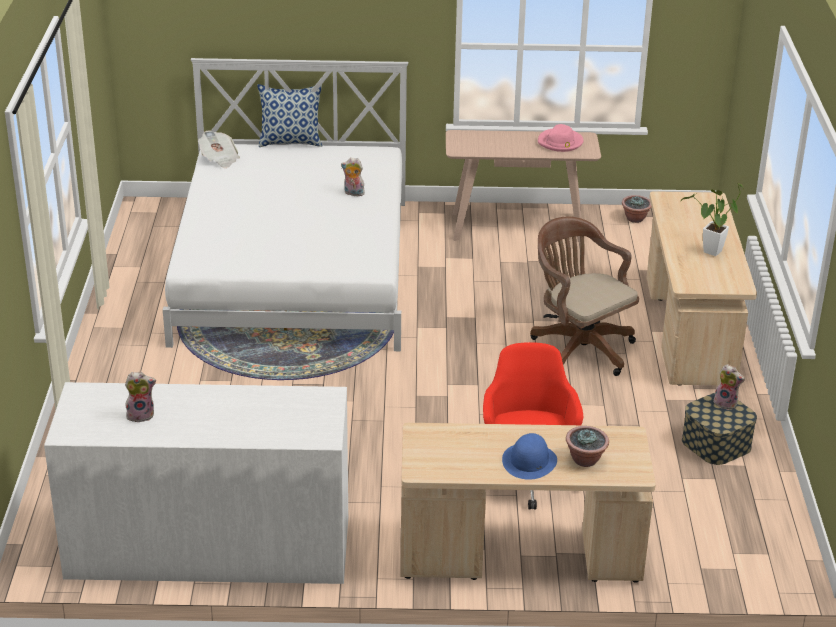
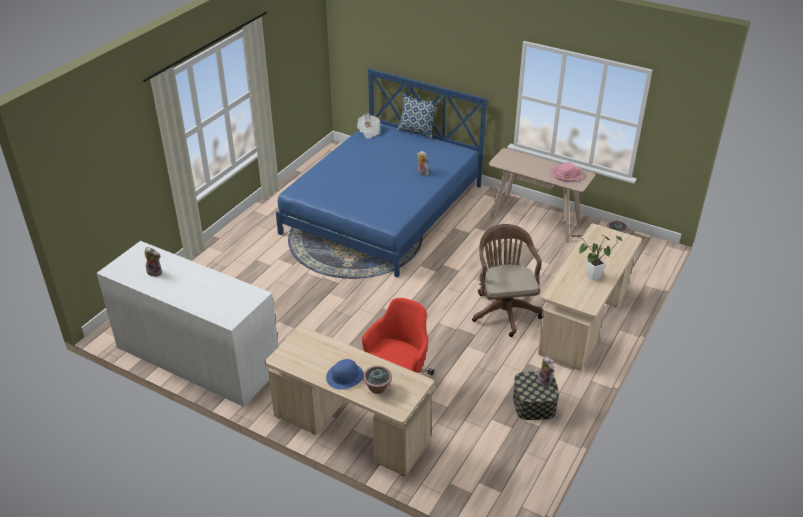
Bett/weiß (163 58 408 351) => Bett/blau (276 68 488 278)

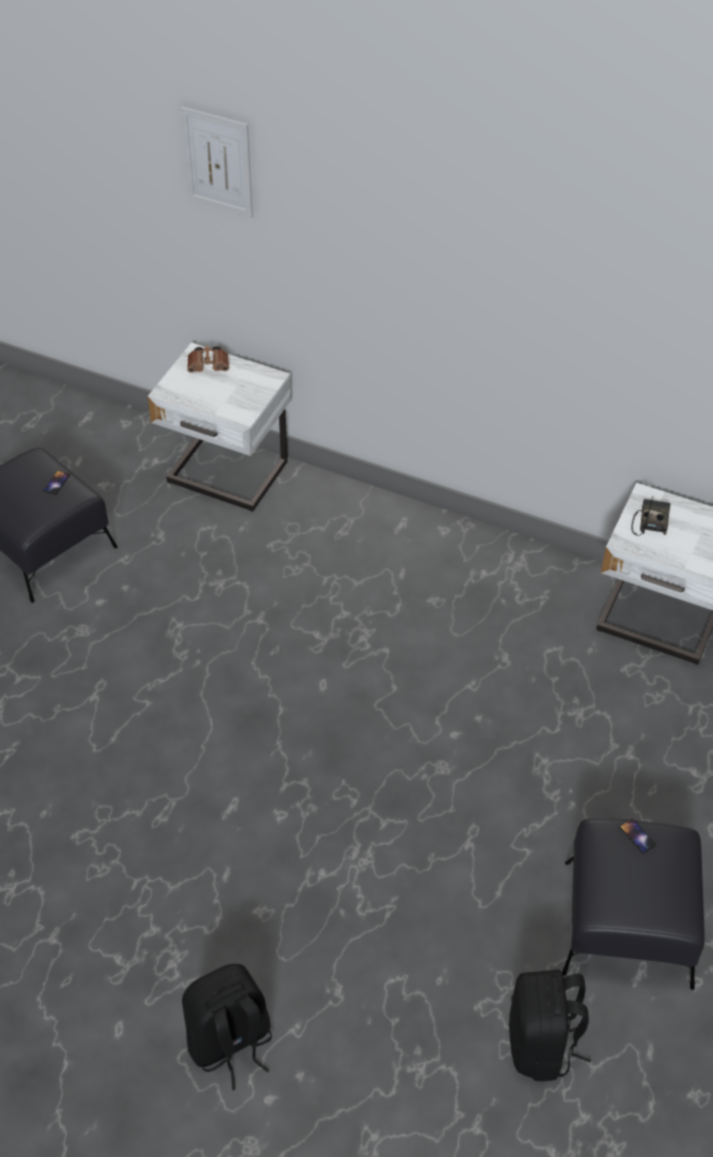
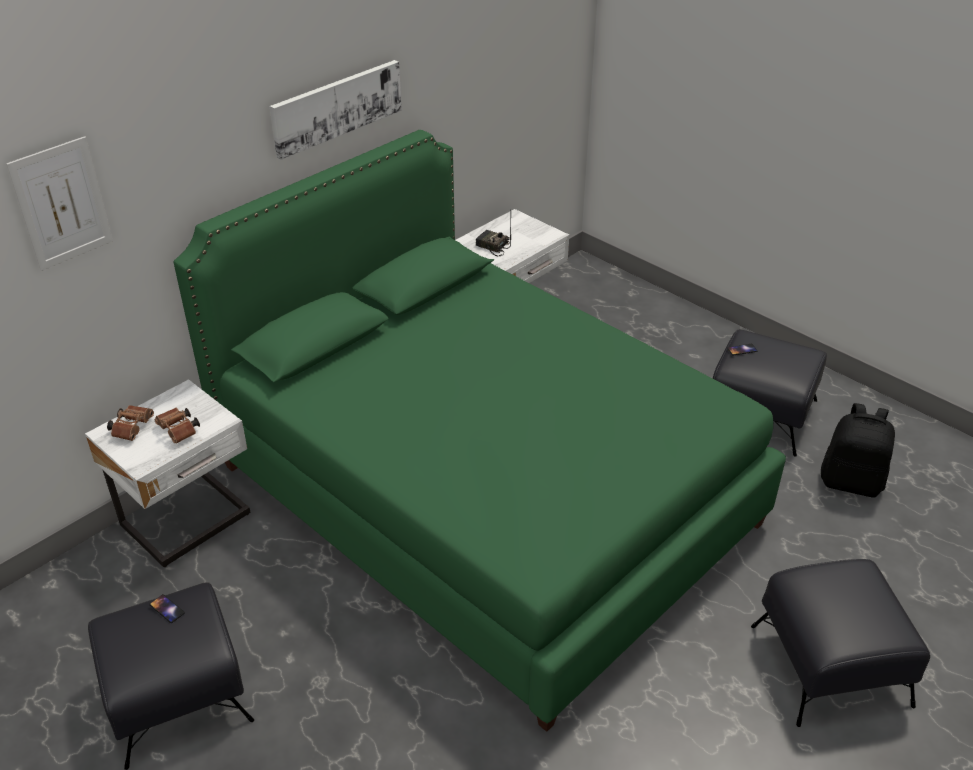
nothing => Fernglas/braun (154 408 200 444)
nothing => Bett/grün (174 130 786 732)
nothing => Bild (270 60 402 160)
Rucksack/schwarz (182 964 272 1090) => Polsterhocker/schwarz (751 559 930 727)

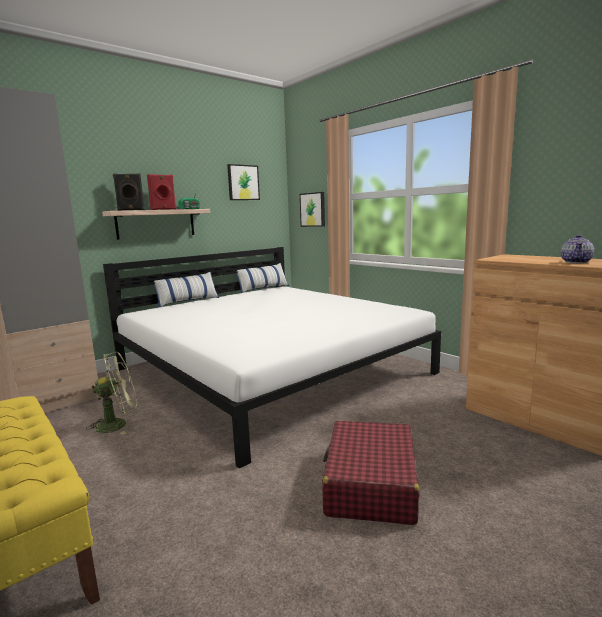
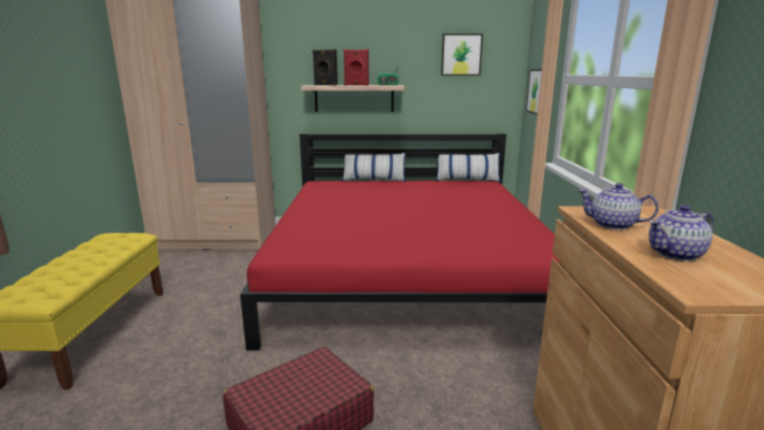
Ventilator/grün (86 352 137 435) => nothing
nothing => Teekanne (578 183 659 230)
Bett/weiß (103 247 441 469) => Bett/rot (240 134 559 350)

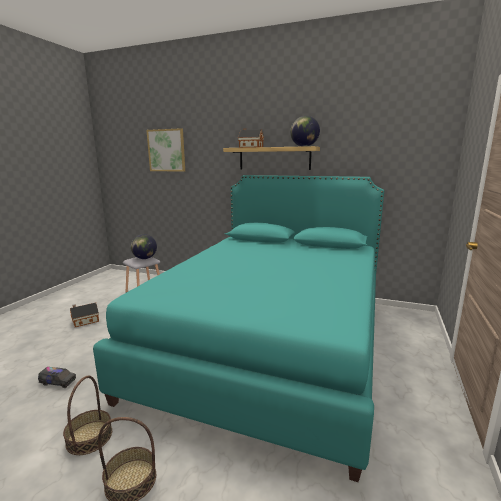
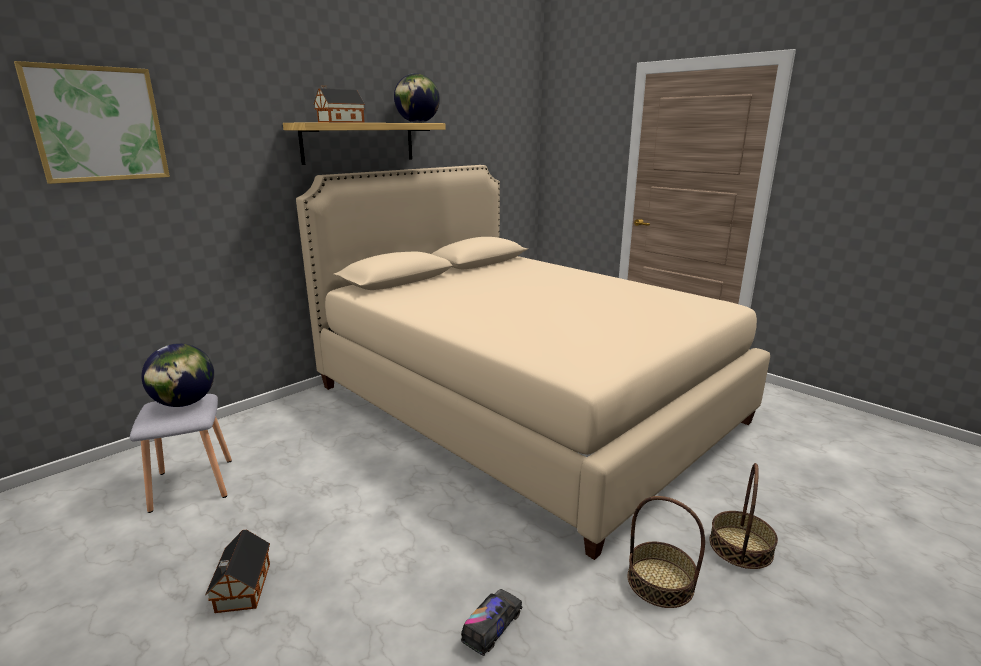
Bett/türkis (93 175 384 482) => Bett/beige (296 165 770 560)

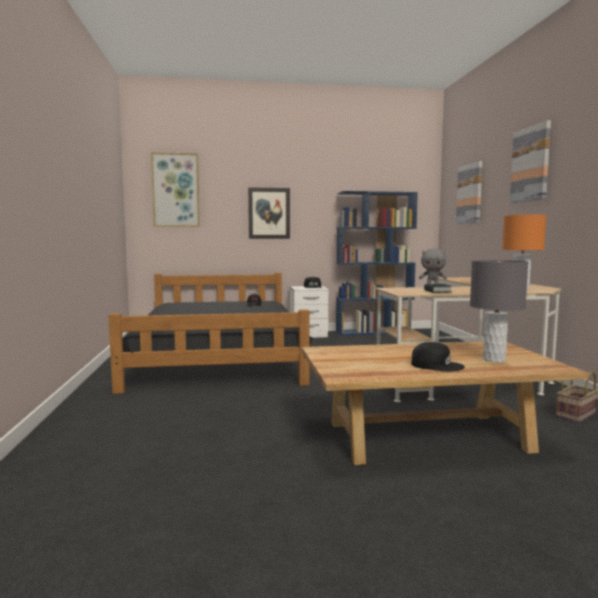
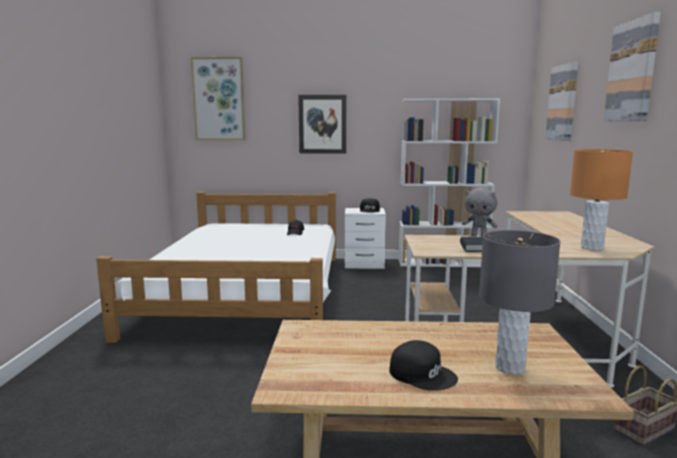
Bett/schwarz (109 273 314 394) => Bett/weiß (96 192 336 343)
Bücherregal/blau (336 191 418 335) => Bücherregal/weiß (398 98 500 267)

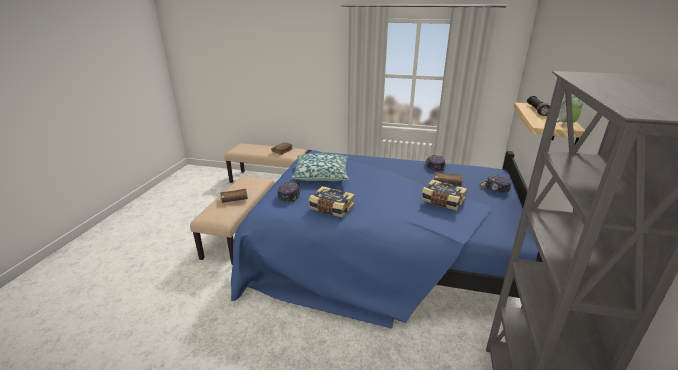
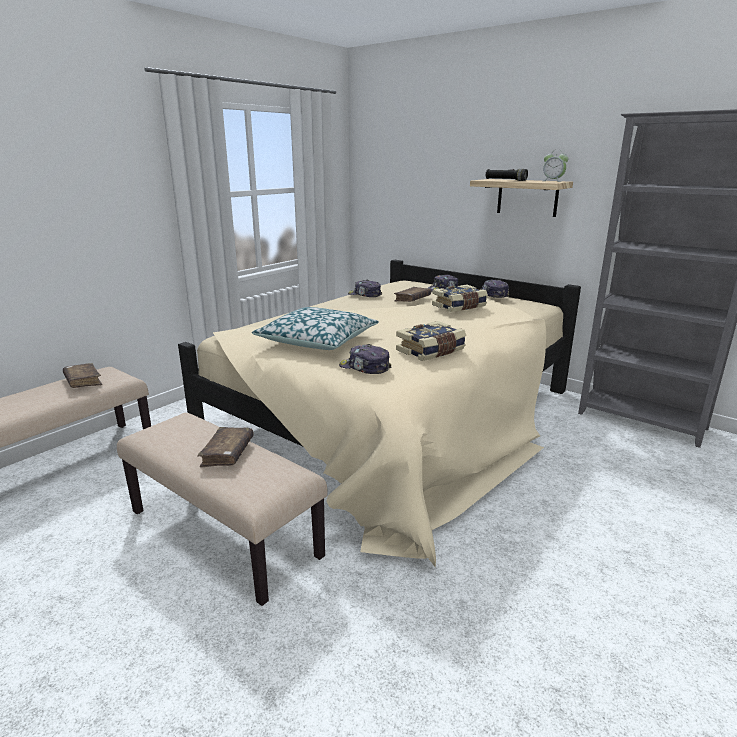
nothing => Kappe (480 279 509 298)
Bett/blau (231 150 543 329) => Bett/beige (178 260 581 567)

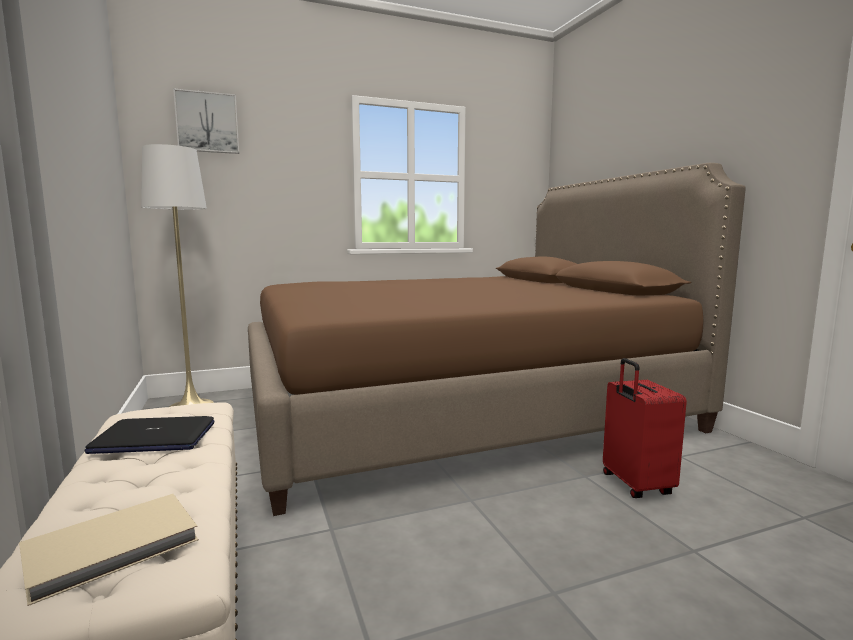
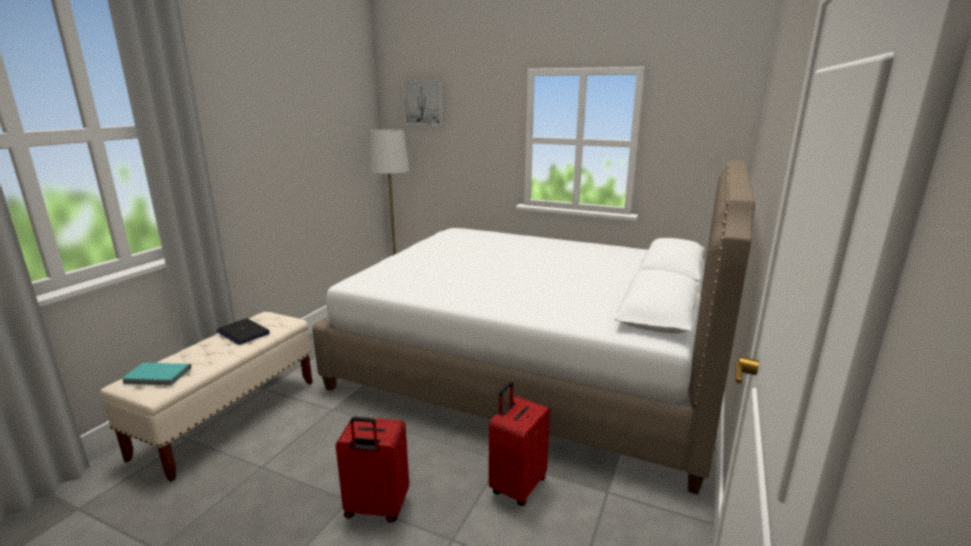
nothing => Koffer/rot (335 417 409 523)
Buch/beige (19 494 199 606) => Buch/türkis (121 363 191 385)
Bett/braun (248 163 746 516) => Bett/weiß (312 160 755 494)

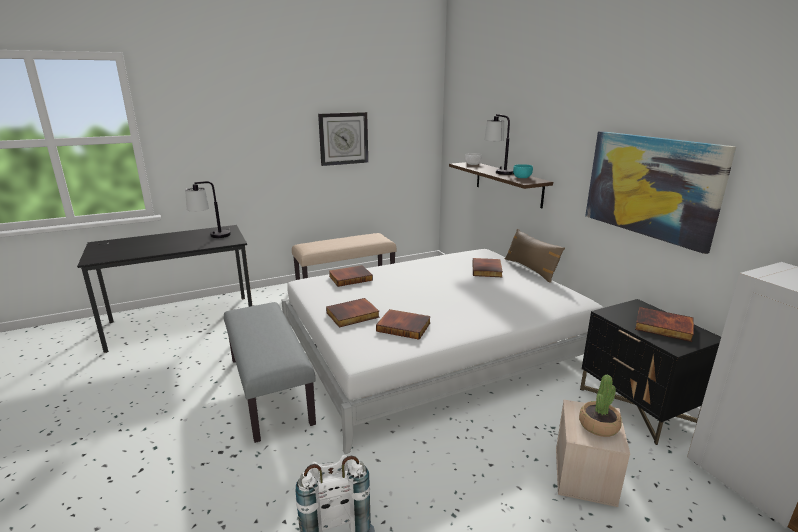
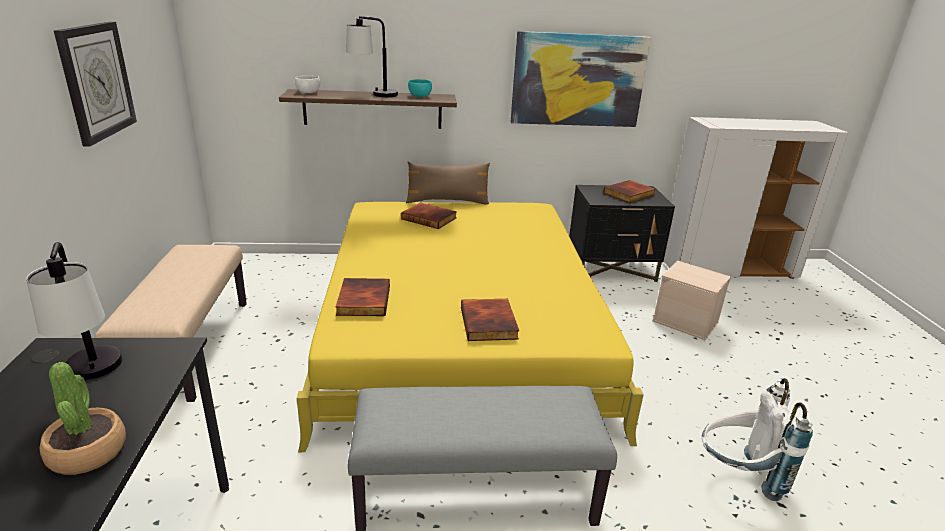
Buch (376 309 431 340) => nothing
Topfpflanze (579 375 622 437) => Topfpflanze (40 362 126 475), shifted
Bett/weiß (281 249 604 454) => Bett/gelb (297 202 644 452)

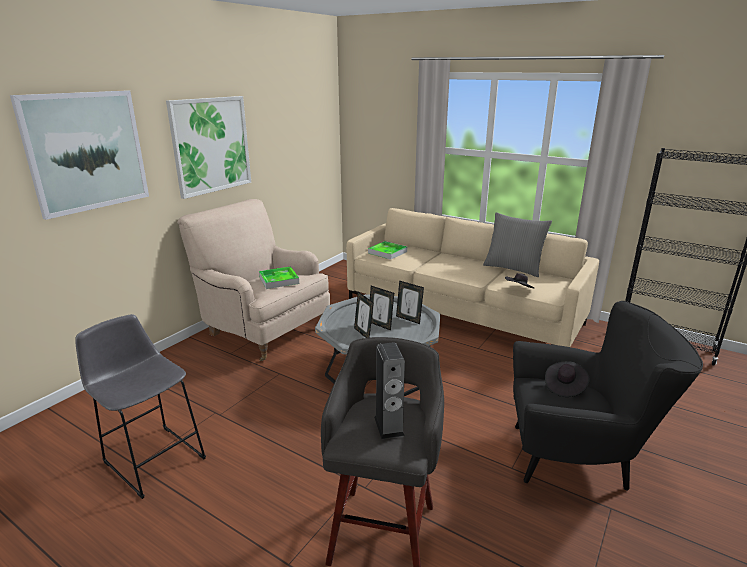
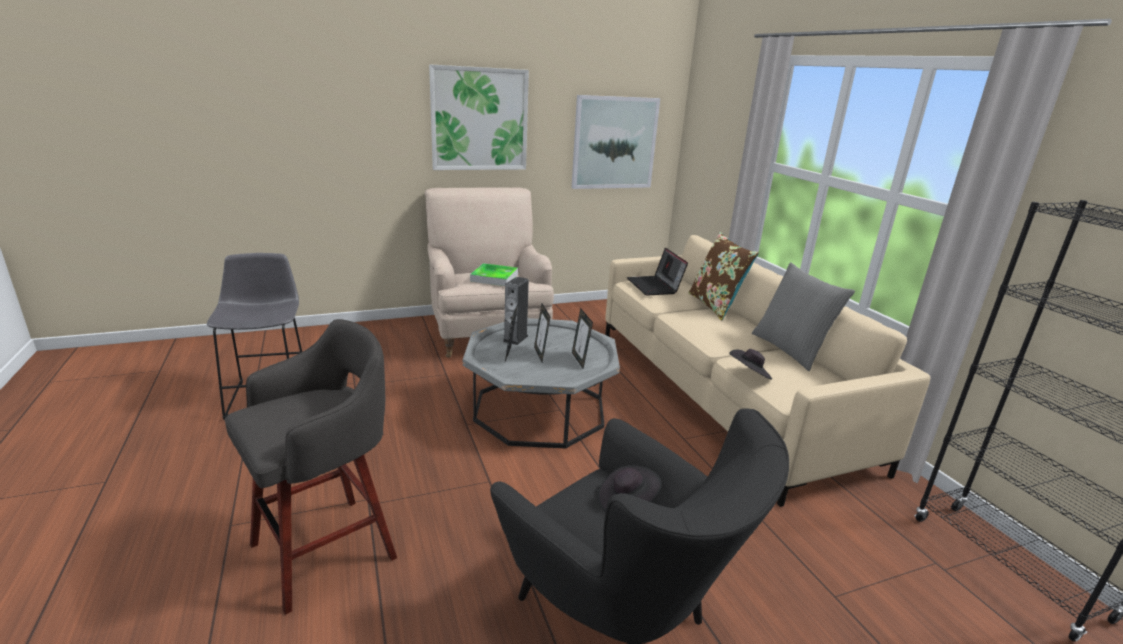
nothing => Kissen/braun (688 232 759 321)
Bild (10 91 149 220) => Bild (572 95 660 189), shifted
Lautsprecher (374 342 405 439) => Lautsprecher (503 277 529 345), shifted
Tablett (368 241 407 260) => Laptop (627 248 688 296)

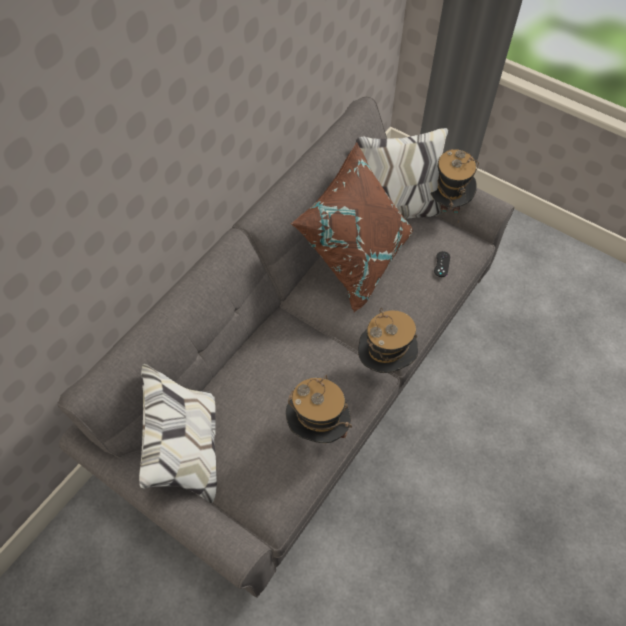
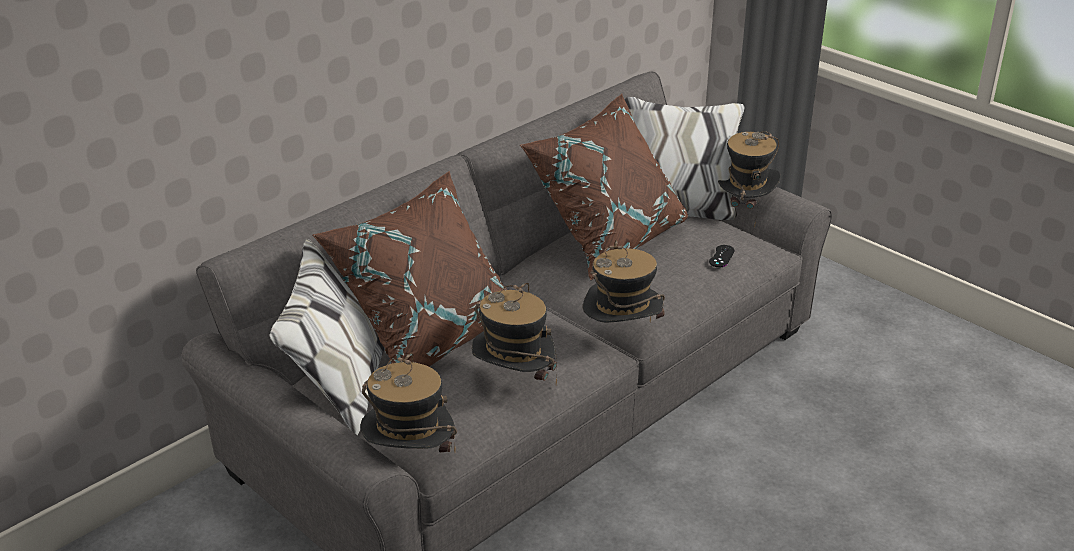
nothing => Kissen/braun (312 171 507 367)
nothing => Hut (360 352 457 452)

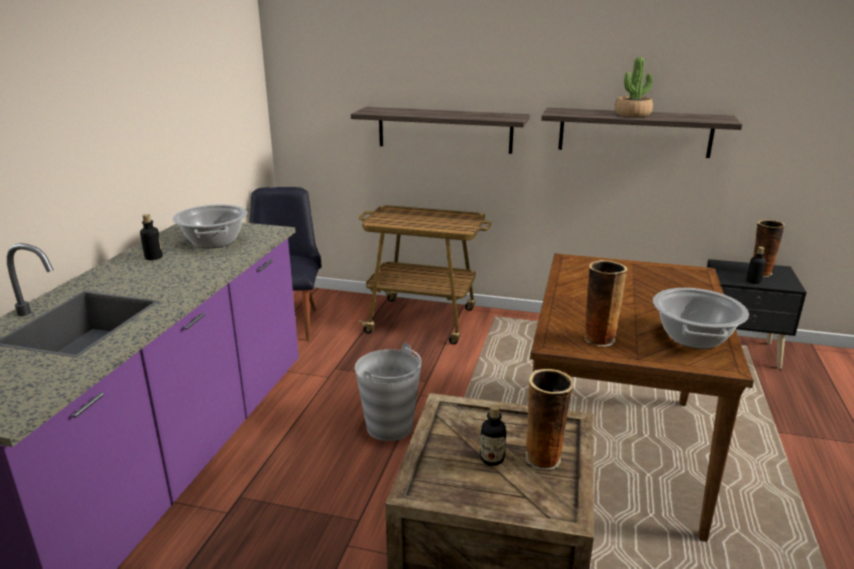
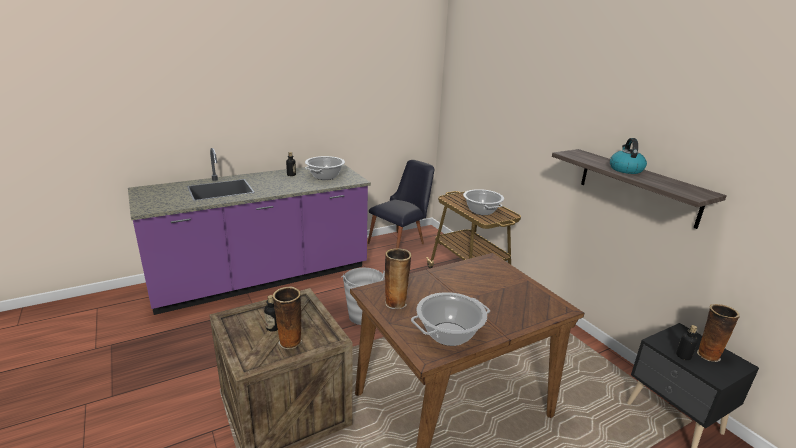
Wandregal (351 107 529 154) => nothing
nothing => Kochtopf (463 189 504 215)
Topfpflanze (615 57 653 117) => Wasserkessel (610 138 647 174)

